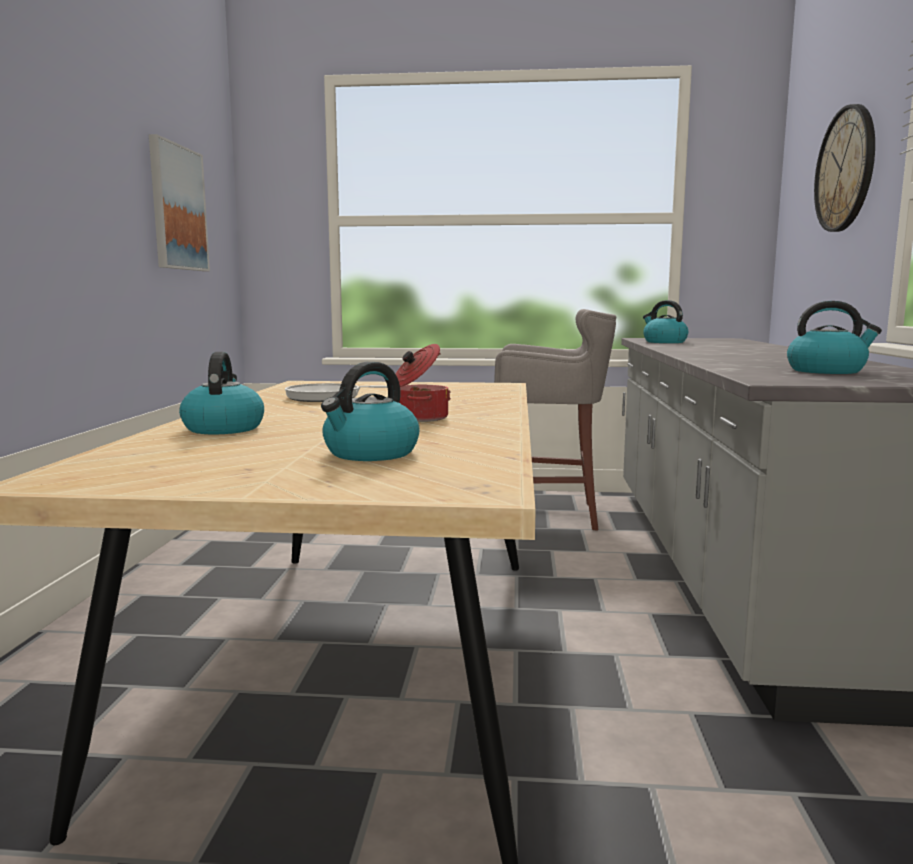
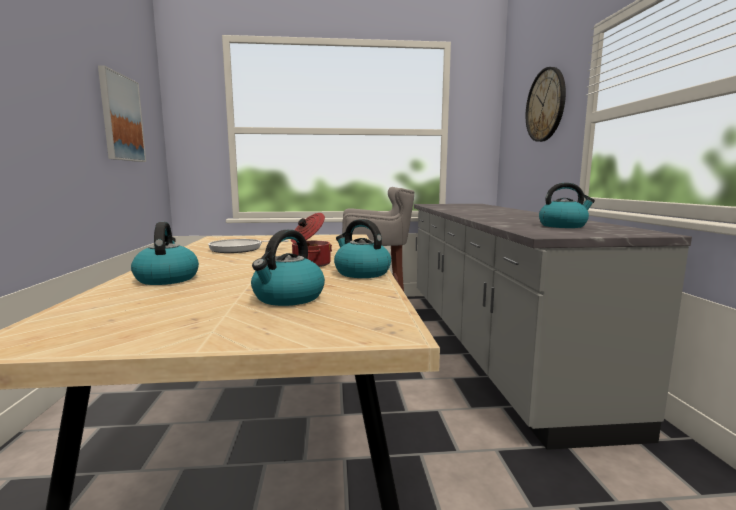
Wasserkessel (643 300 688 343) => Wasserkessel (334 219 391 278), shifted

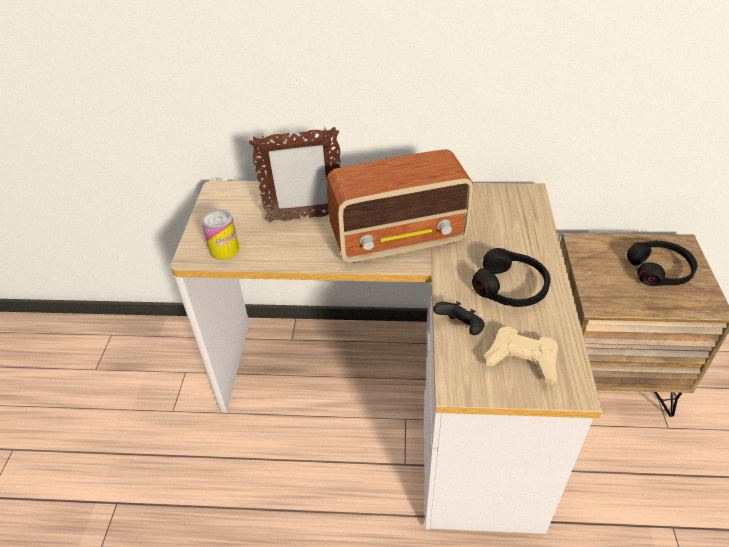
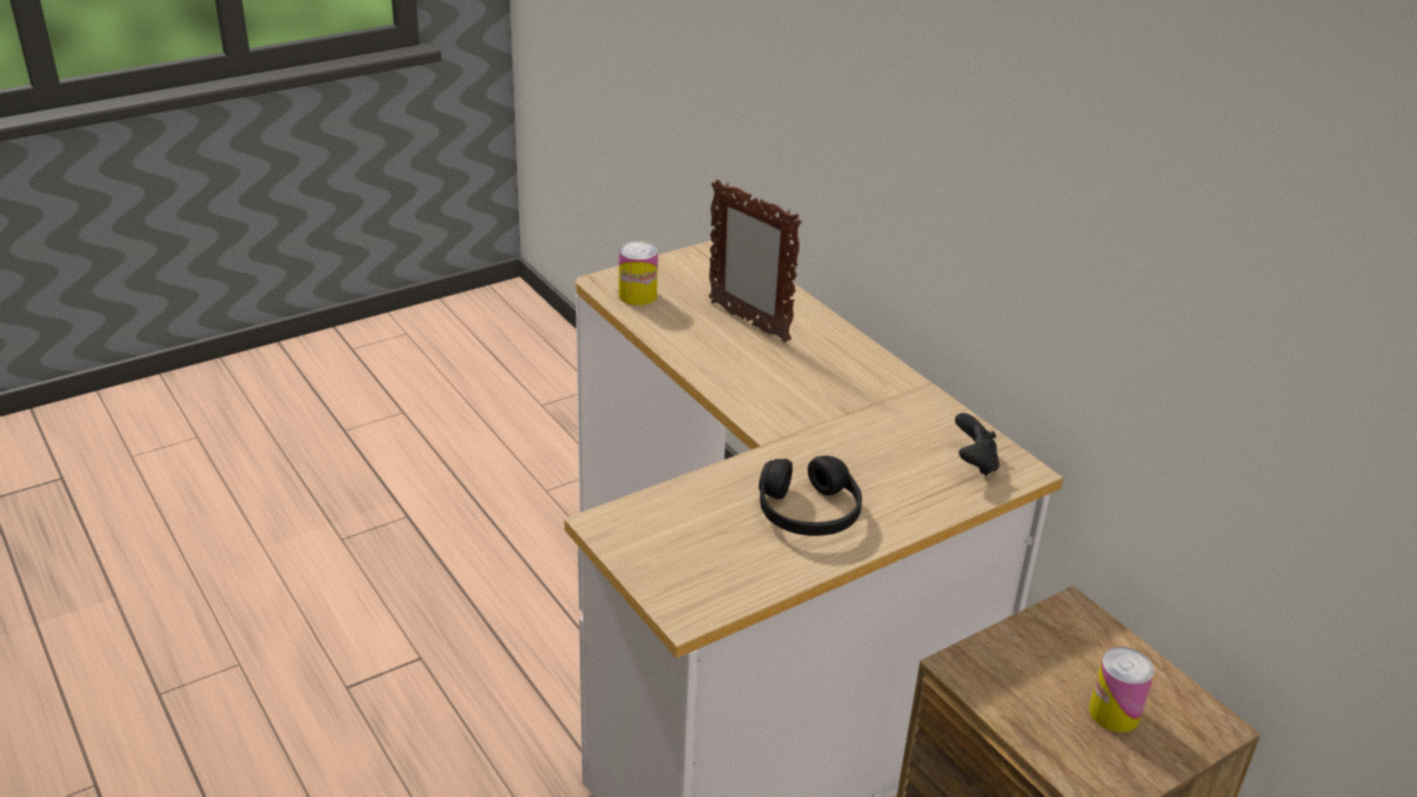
Radio (326 149 473 263) => nothing
Gamepad/beige (483 327 558 385) => nothing
Gamepad/schwarz (433 301 485 335) => Gamepad/schwarz (955 413 999 476), shifted
Kopfhörer/schwarz (627 241 697 286) => Dose (1089 647 1155 732)

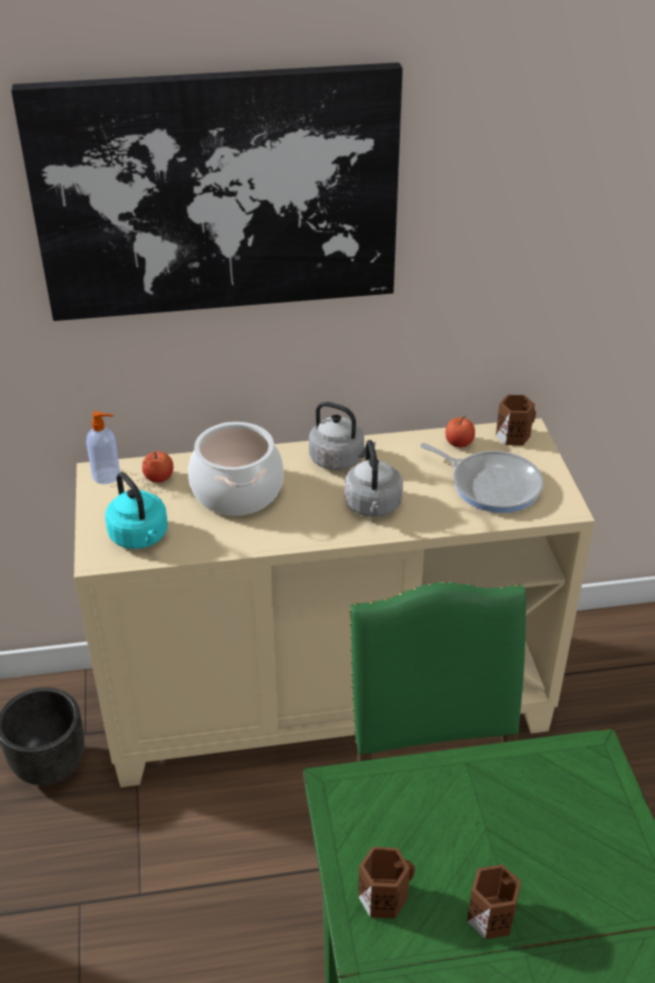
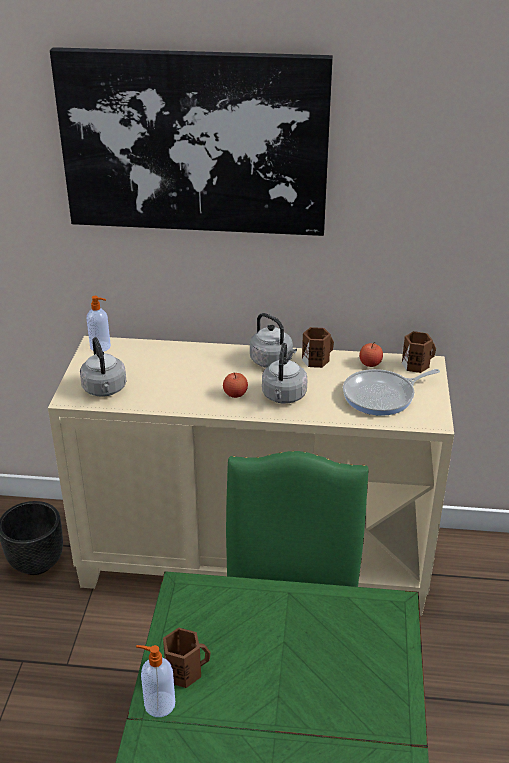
Kochtopf (188 422 284 516) => nothing
nothing => Seifenspender (136 645 175 717)
Apfel (142 451 173 483) => Apfel (223 372 248 398), shifted
Henkelbecher/braun (467 865 521 939) => Henkelbecher/braun (302 327 334 368), shifted
Wasserkessel/türkis (105 472 168 549) => Wasserkessel/grau (80 337 126 397)
Pfanne (420 443 543 513) => Pfanne (343 369 440 416), 105 degrees clockwise

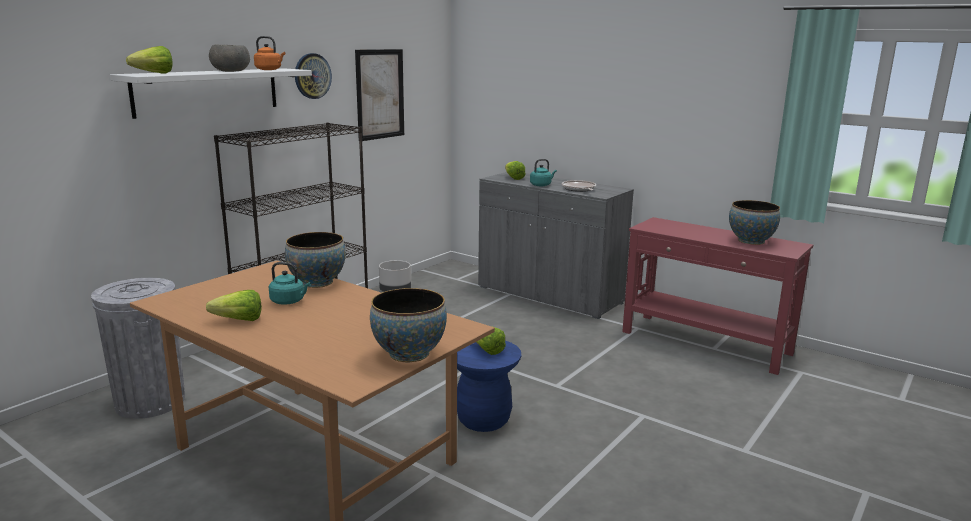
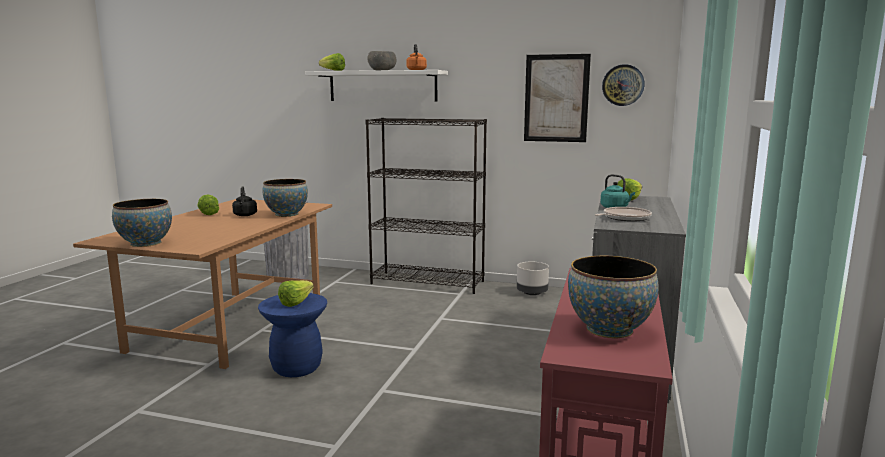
Wanduhr (295 53 332 99) => Wanduhr (602 64 645 106), shifted
Wasserkessel/türkis (269 262 311 305) => Wasserkessel/schwarz (232 186 257 216)

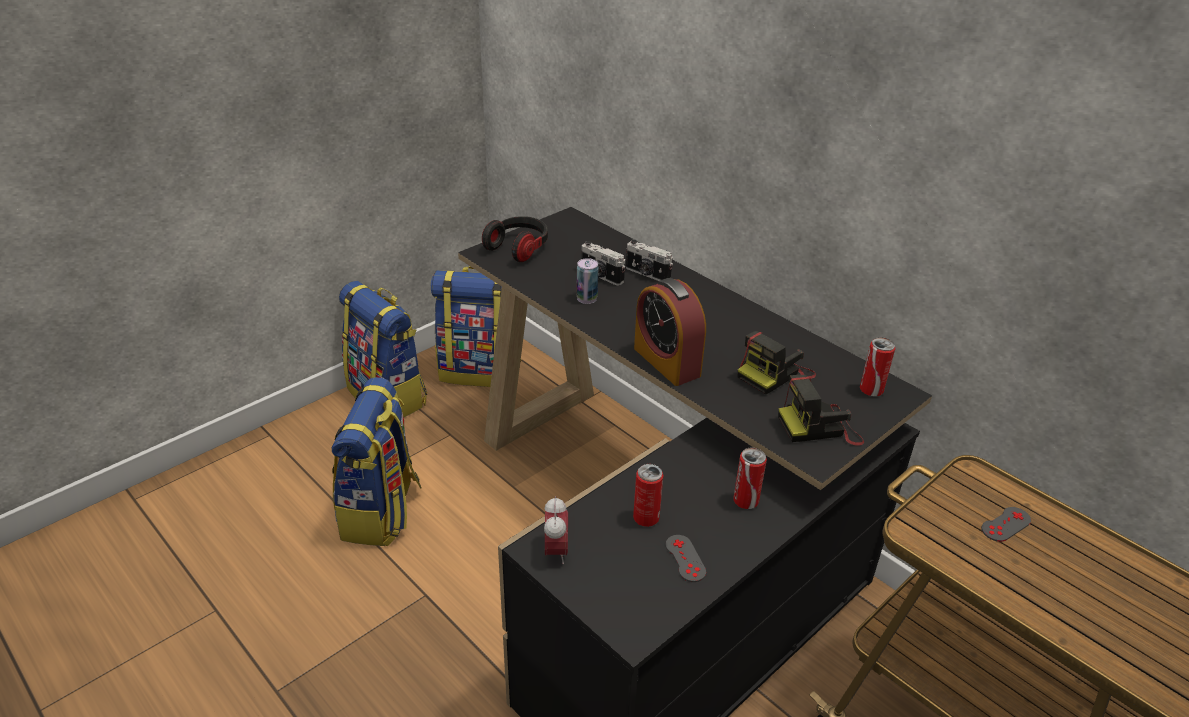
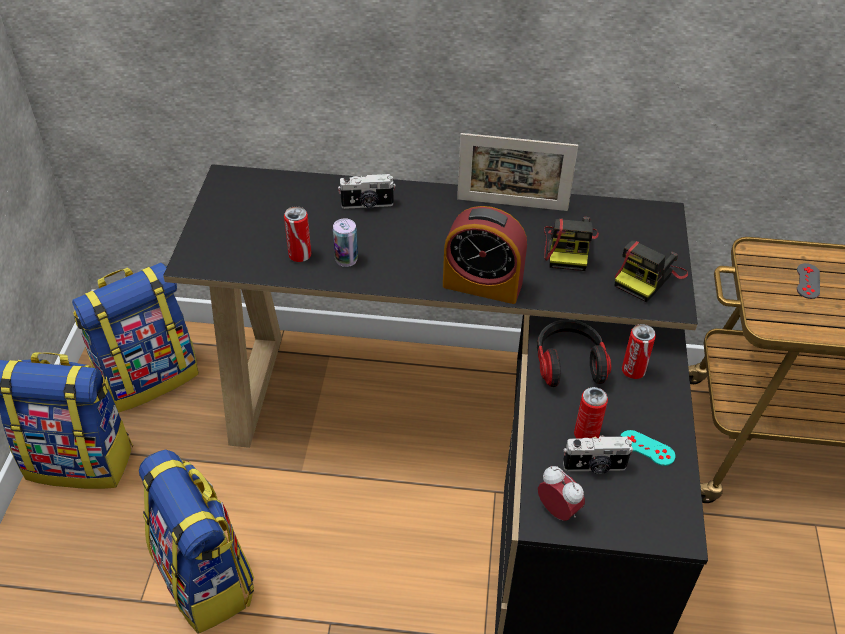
nothing => Bilderrahmen (457 133 578 211)
Kopfhörer (482 216 548 262) => Kopfhörer (537 320 611 387), shifted
Kamera (582 241 625 286) => Kamera (563 436 633 474), shifted
Dose (860 337 895 396) => Dose (284 206 311 262), shifted
Gamepad/grau (666 535 706 582) => Gamepad/türkis (620 430 675 466)

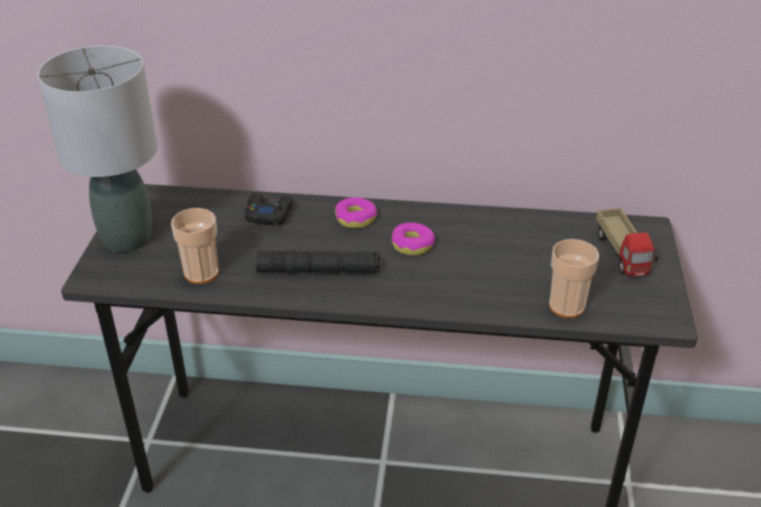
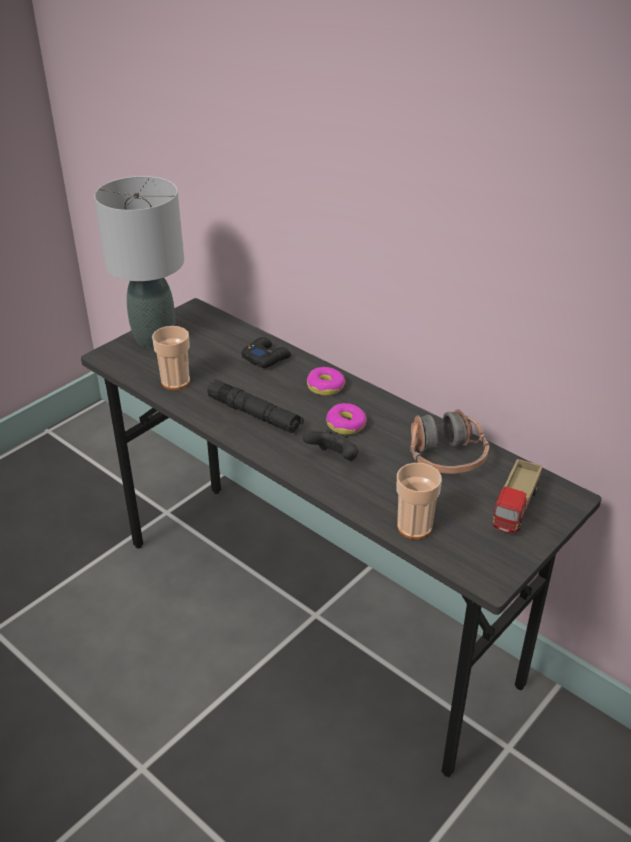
nothing => Gamepad/schwarz (303 430 359 461)
nothing => Kopfhörer (410 409 490 474)

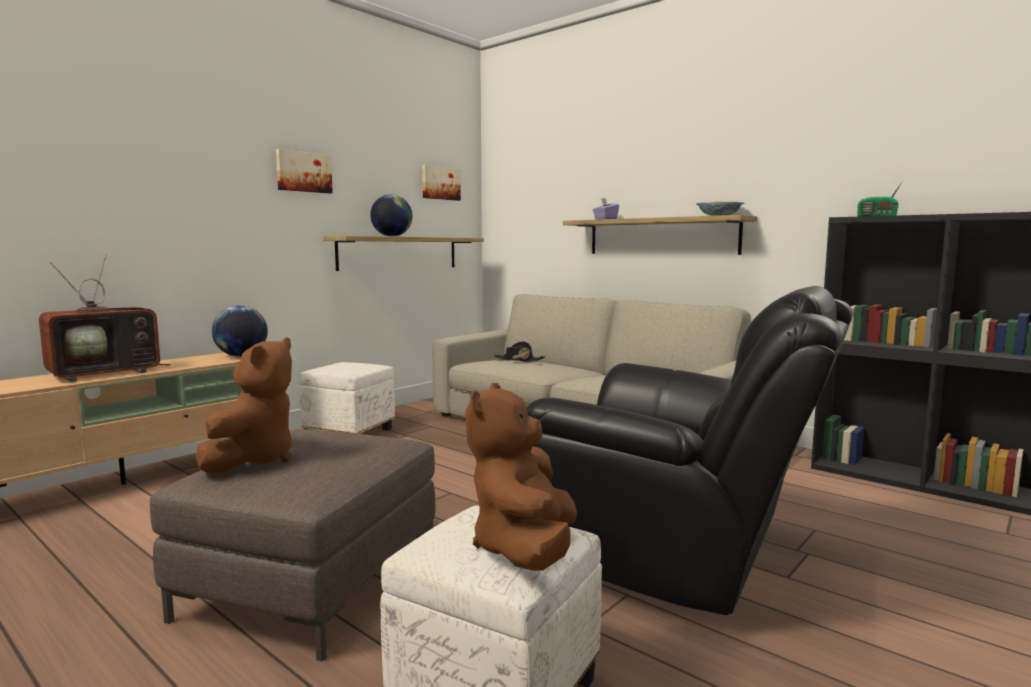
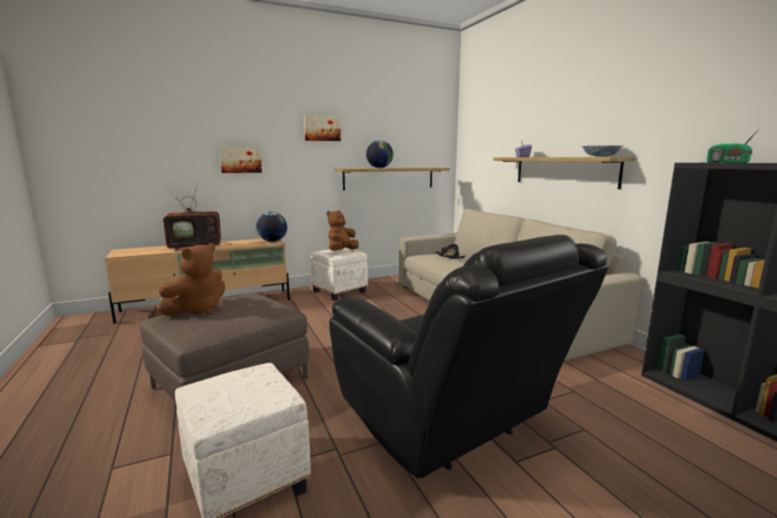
Bild (422 165 461 201) => Bild (219 147 262 173), shifted
Plüschtier/braun (465 383 577 571) => Plüschtier/braun (327 210 359 251), shifted

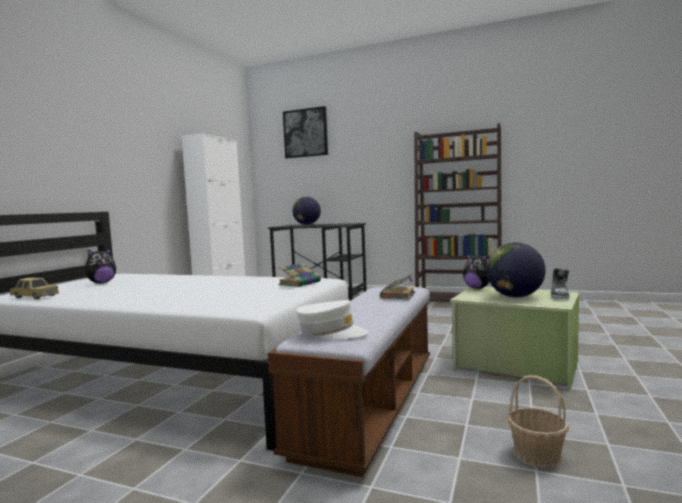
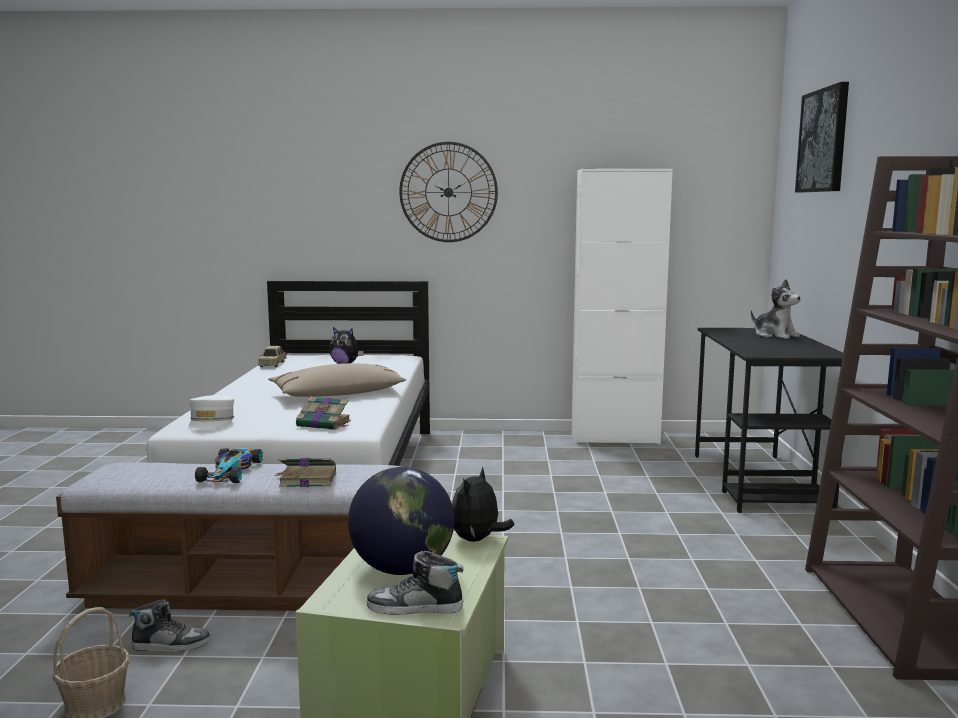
nothing => Schuh (129 599 210 652)
nothing => Spielzeugauto (195 448 263 483)
nothing => Kissen/beige (268 363 406 397)
nothing => Wanduhr (399 142 498 242)
Kappe/weiß (296 300 369 339) => Kappe/weiß (188 395 234 431), shifted
Globus (293 197 321 225) => Plüschtier (751 279 801 339)

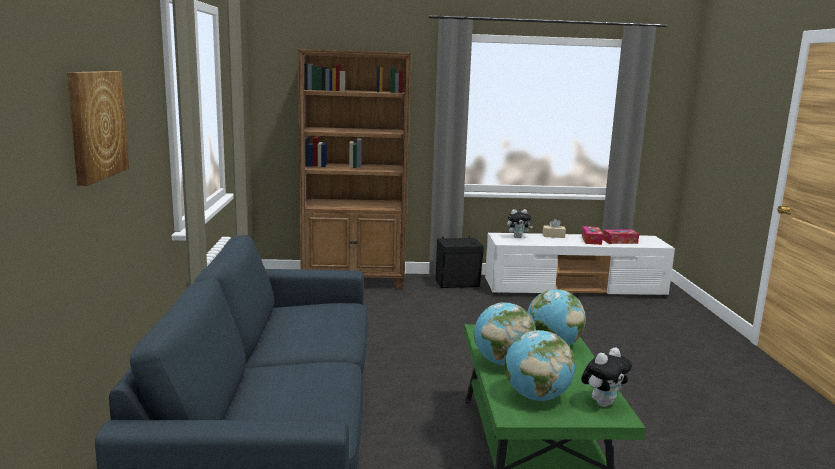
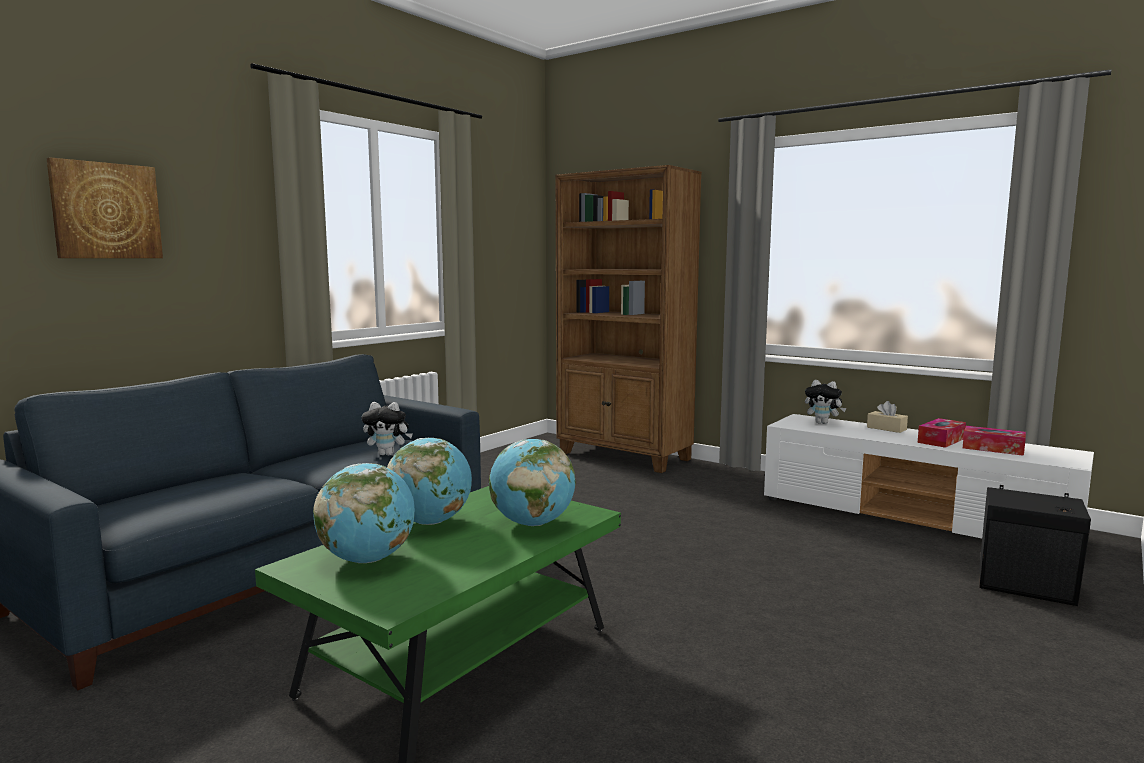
Lautsprecher/schwarz (435 236 484 288) => Lautsprecher/schwarz (979 485 1091 606), shifted
Plüschtier (581 347 632 407) => Plüschtier (361 402 413 455), shifted

